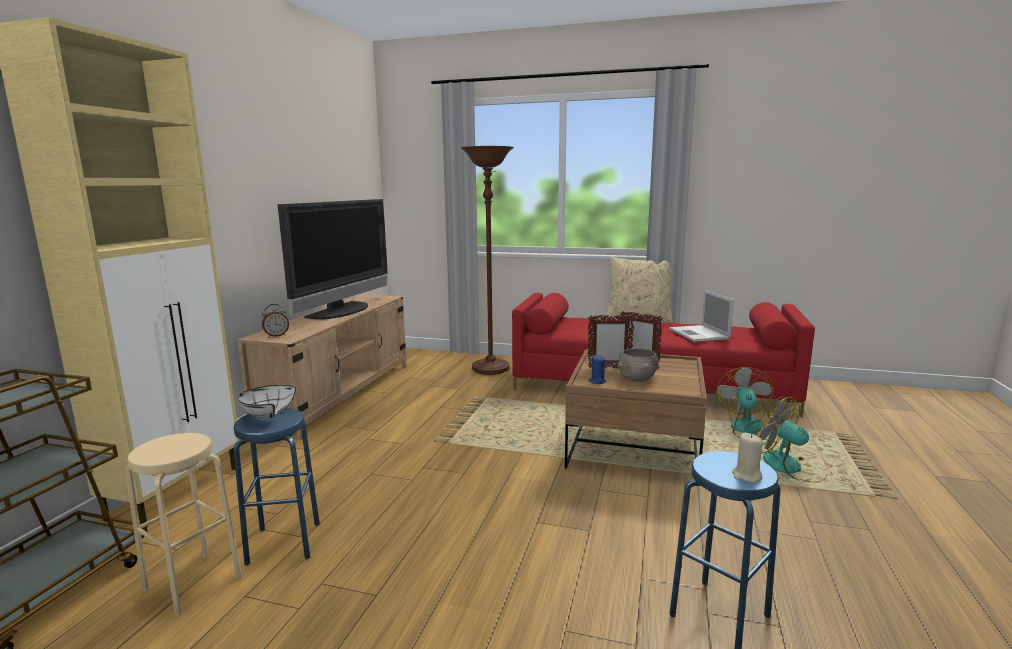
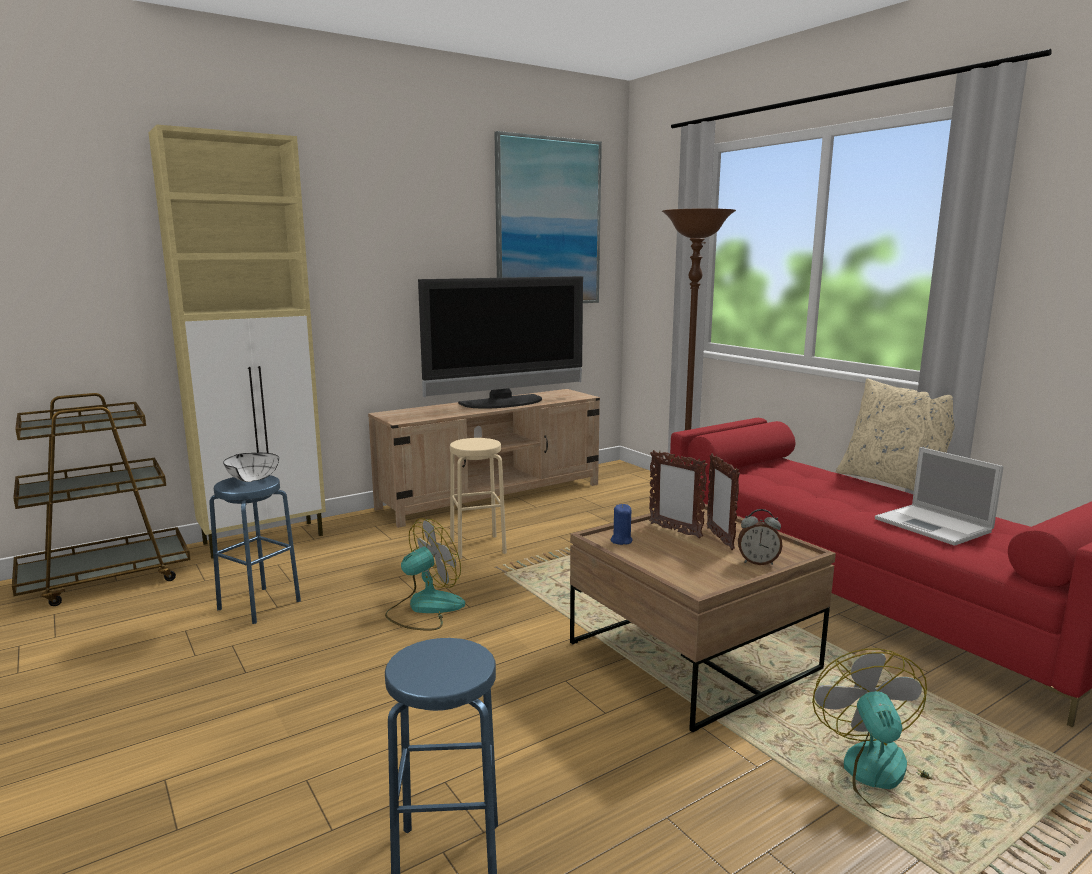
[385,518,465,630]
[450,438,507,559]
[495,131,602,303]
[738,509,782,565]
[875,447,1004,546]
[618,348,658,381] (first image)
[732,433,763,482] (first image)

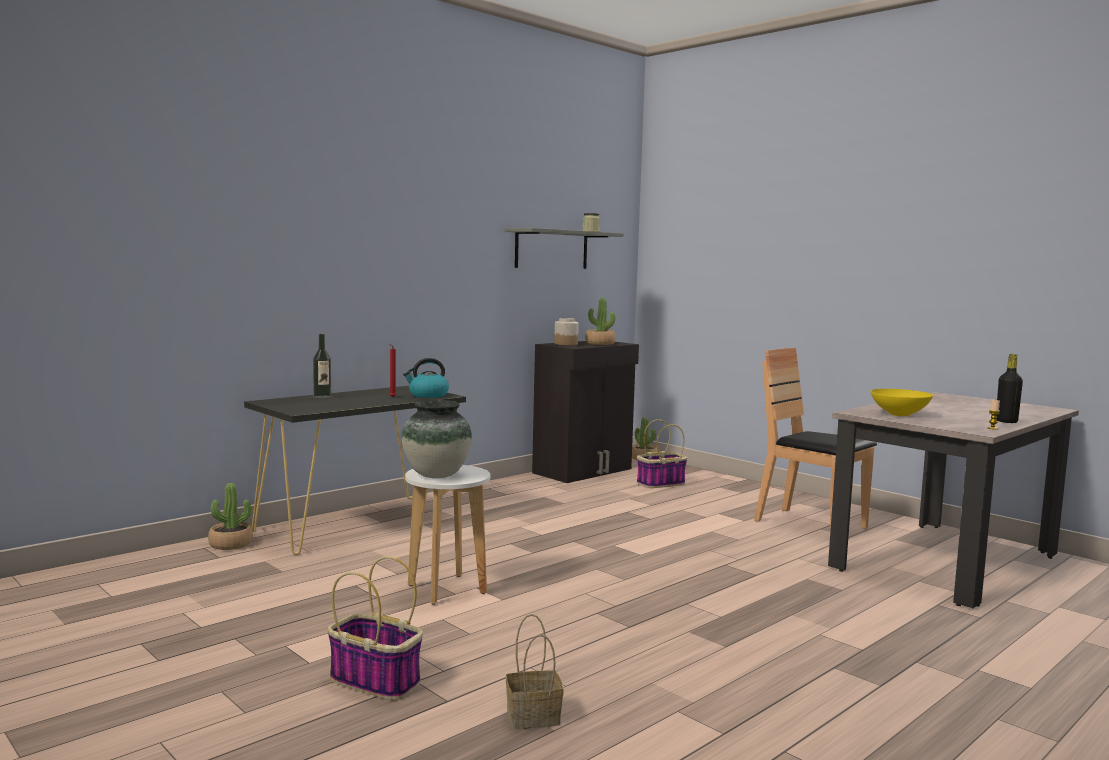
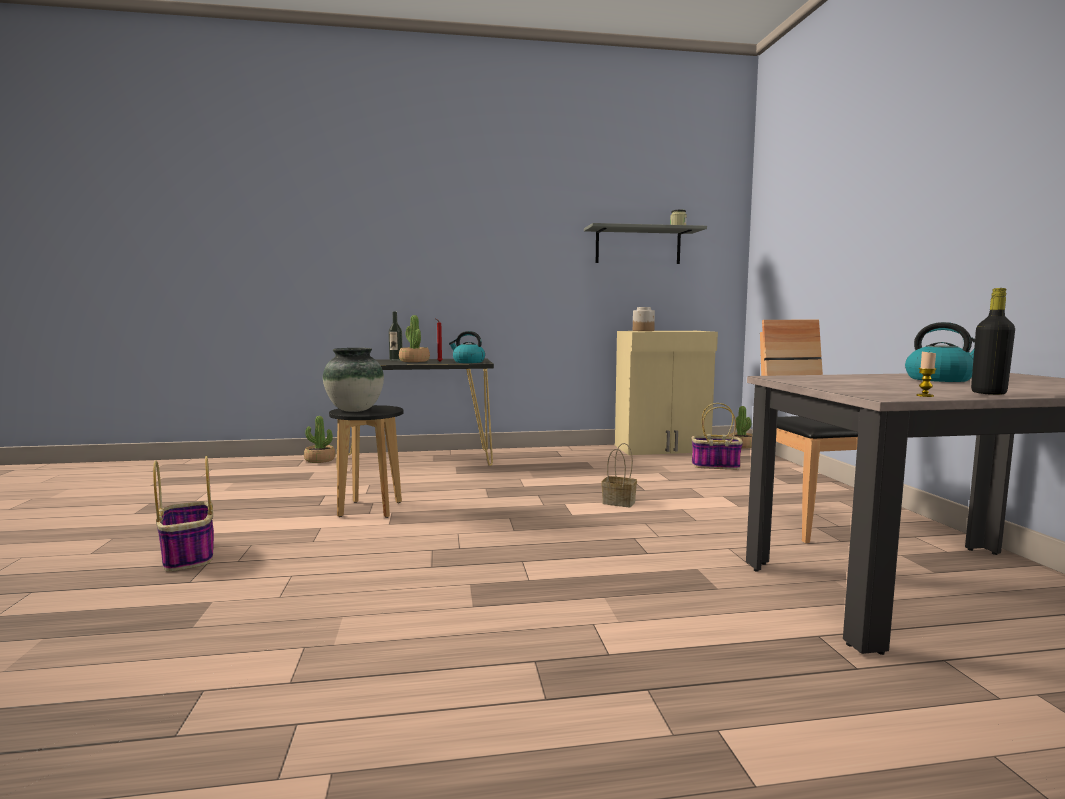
[329,405,404,518]
[399,315,430,362]
[601,443,637,507]
[615,331,718,455]
[905,322,975,382]
[870,389,933,416] (first image)

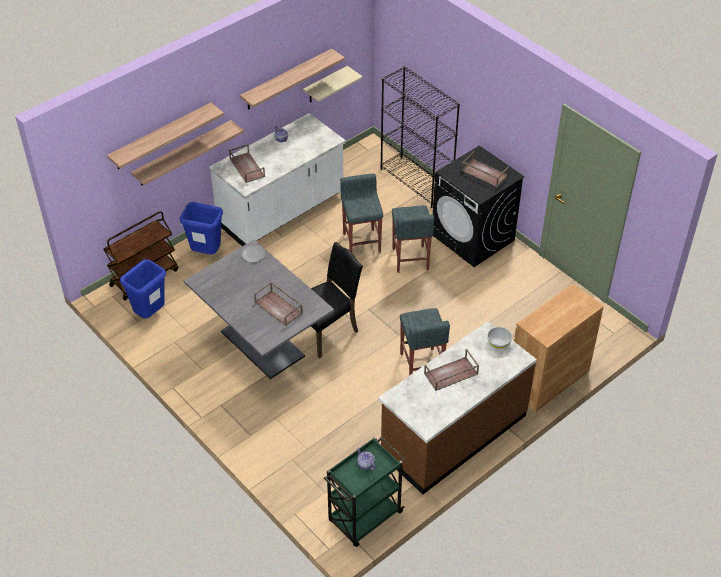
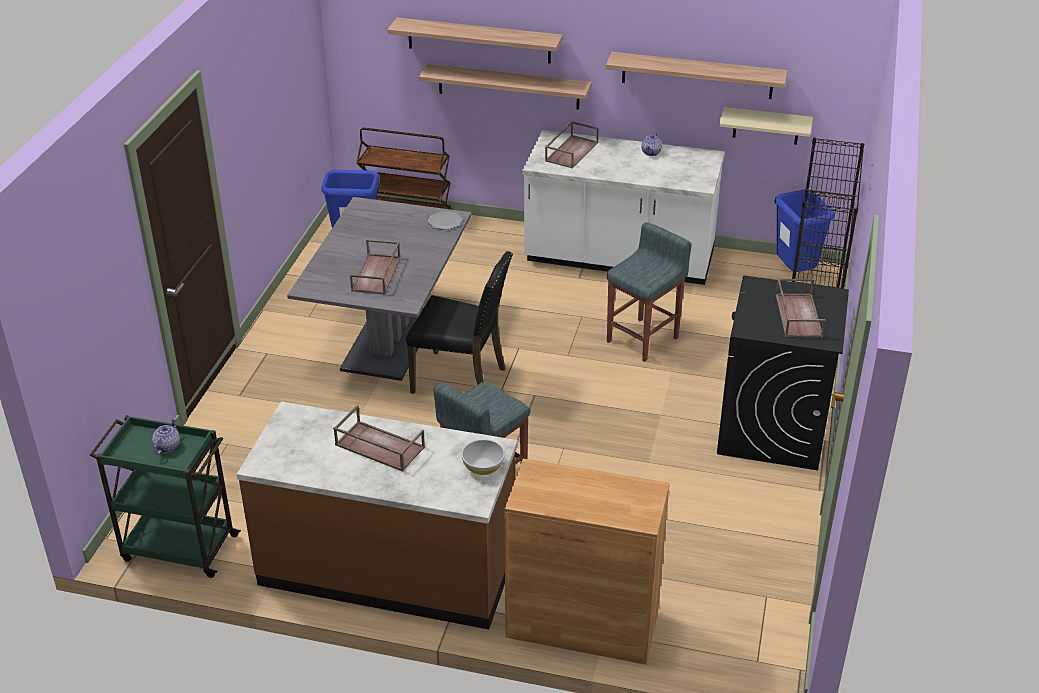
[774,189,835,272]
[392,206,434,273] (first image)

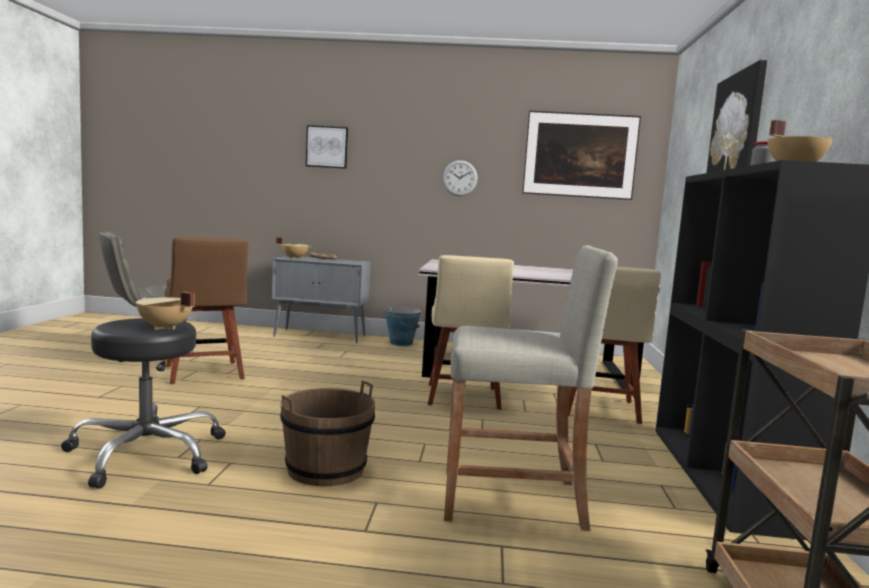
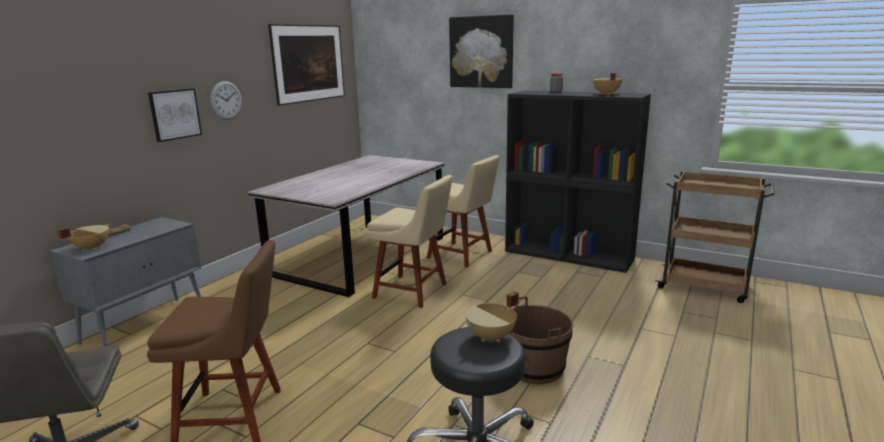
[148,89,202,142]
[385,307,421,346] (first image)
[444,245,617,531] (first image)

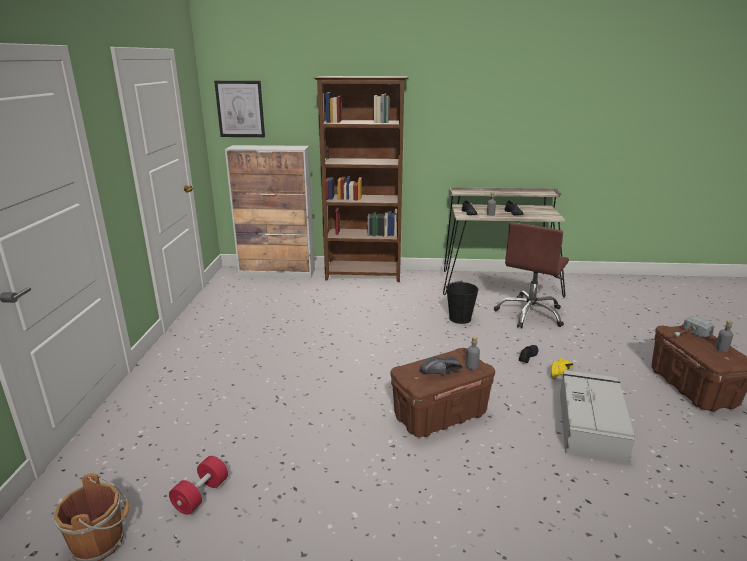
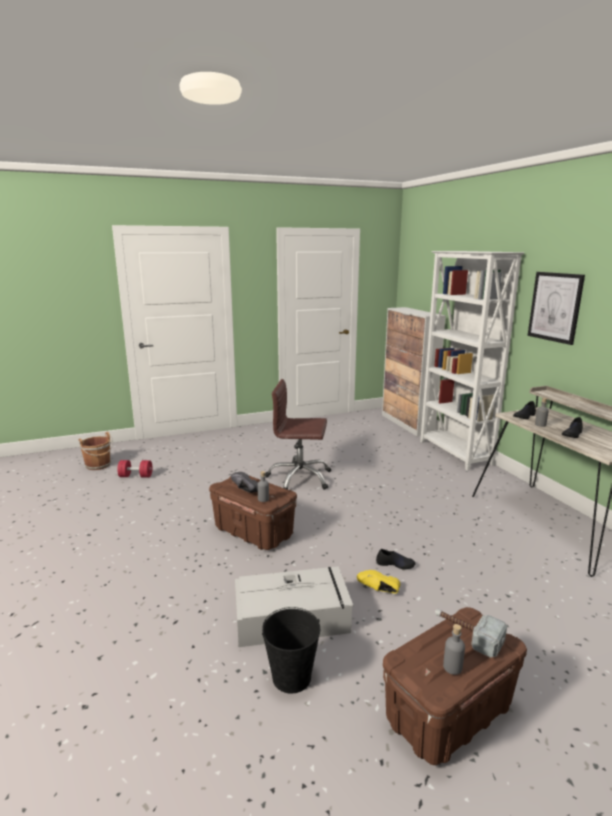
[262,607,320,694]
[265,379,331,490]
[420,251,525,471]
[528,272,585,345]

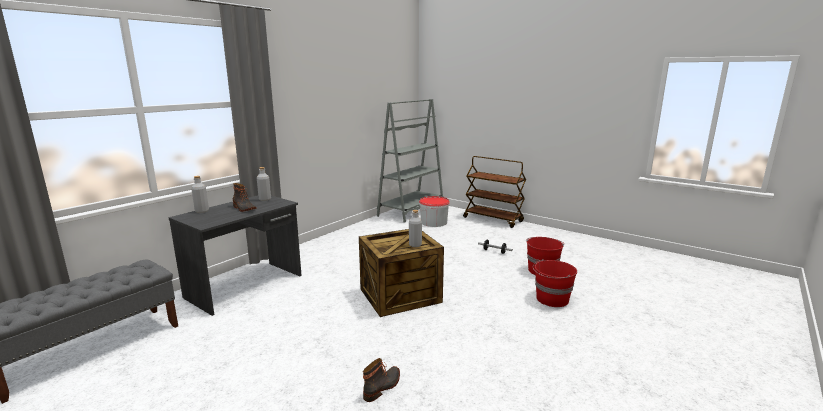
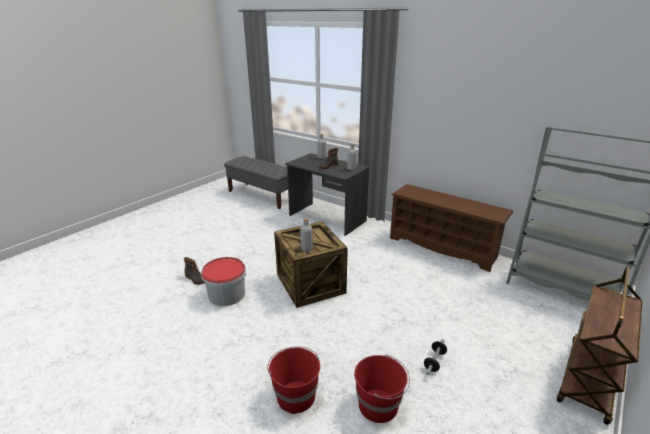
[201,257,246,306]
[390,184,513,272]

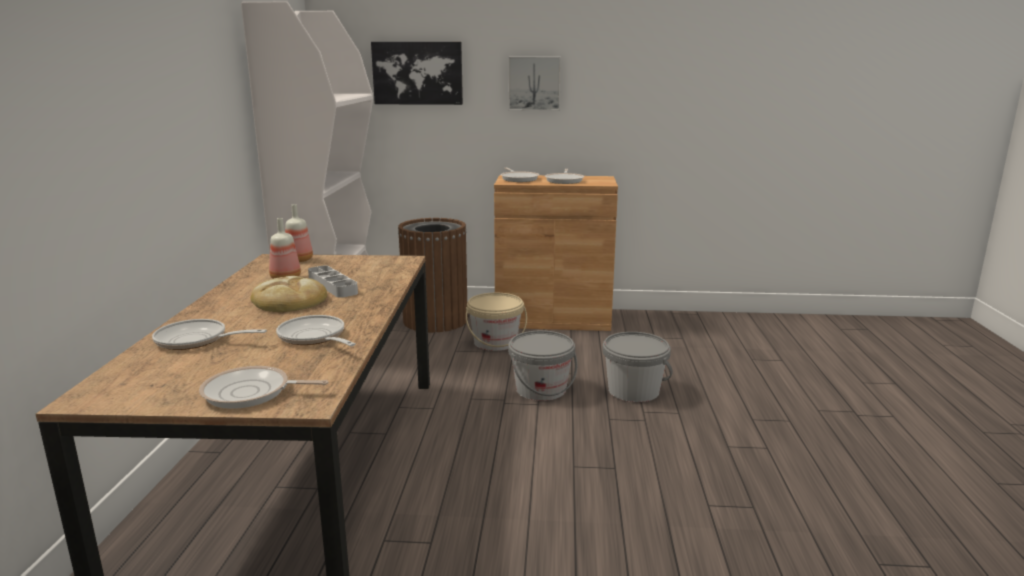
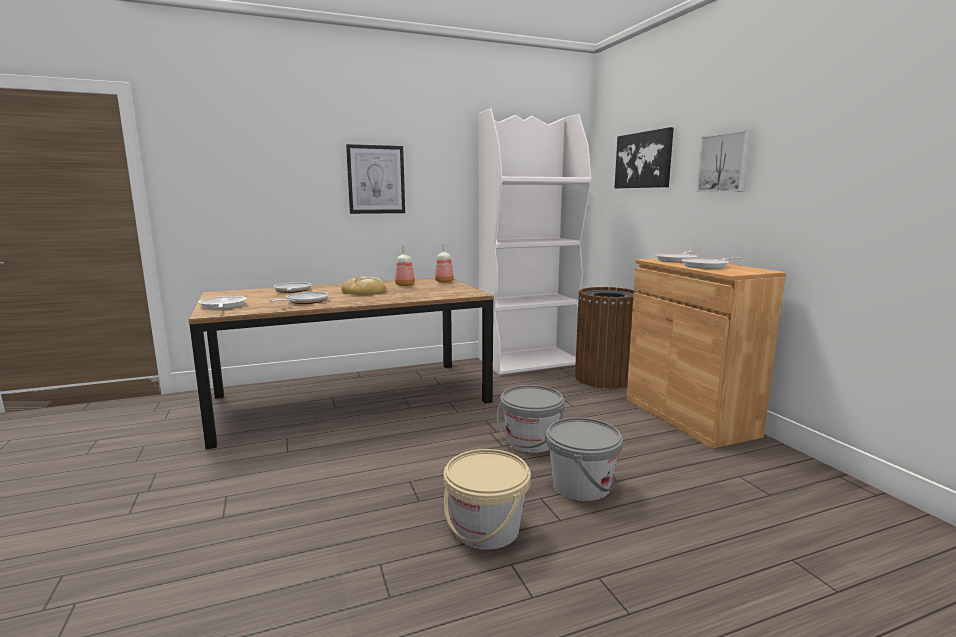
[346,144,405,214]
[444,449,531,550]
[308,266,358,298] (first image)

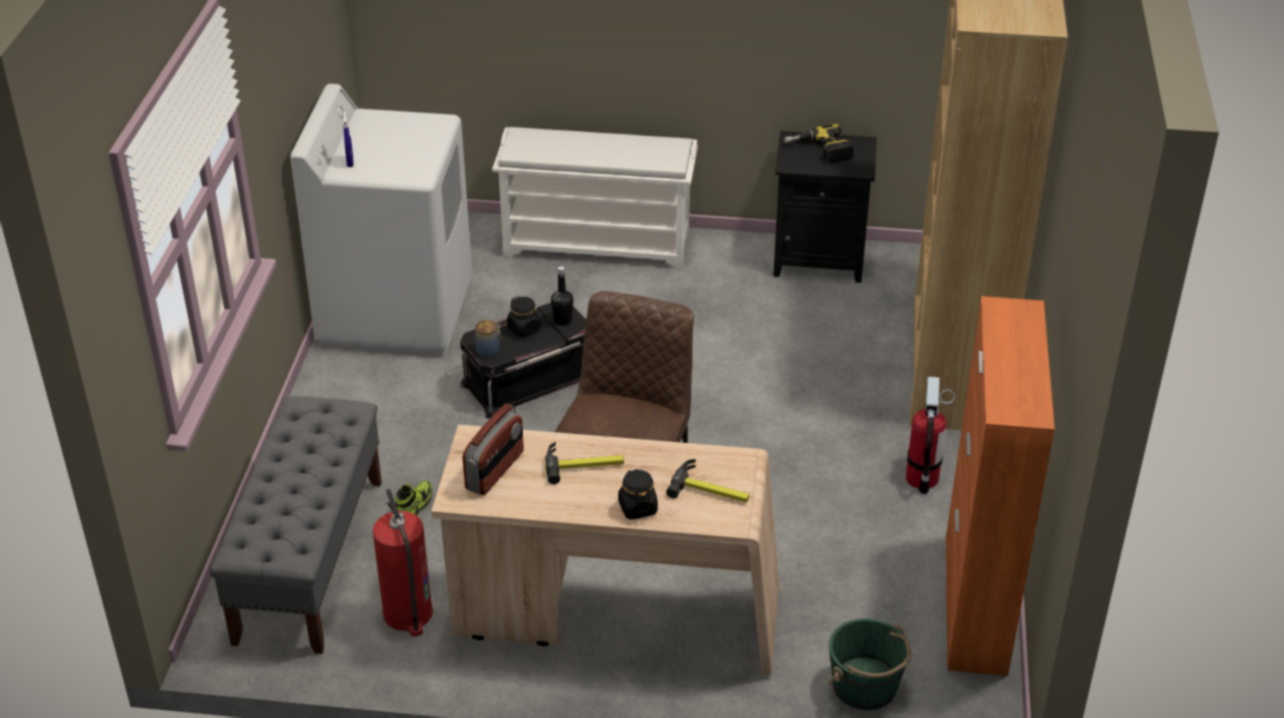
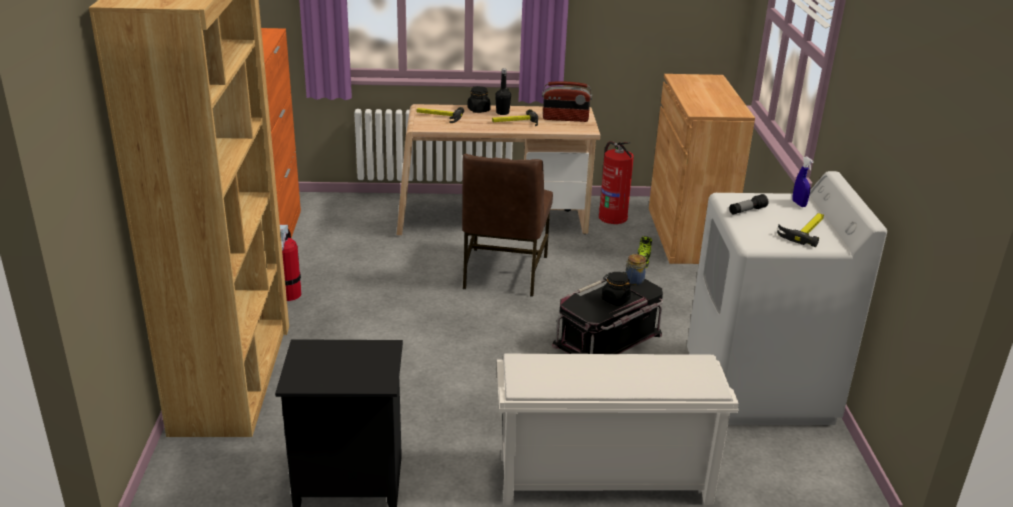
[495,68,511,115]
[542,81,592,122]
[649,74,755,264]
[729,194,768,215]
[777,213,824,247]
[784,123,854,164] (first image)
[828,618,911,710] (first image)

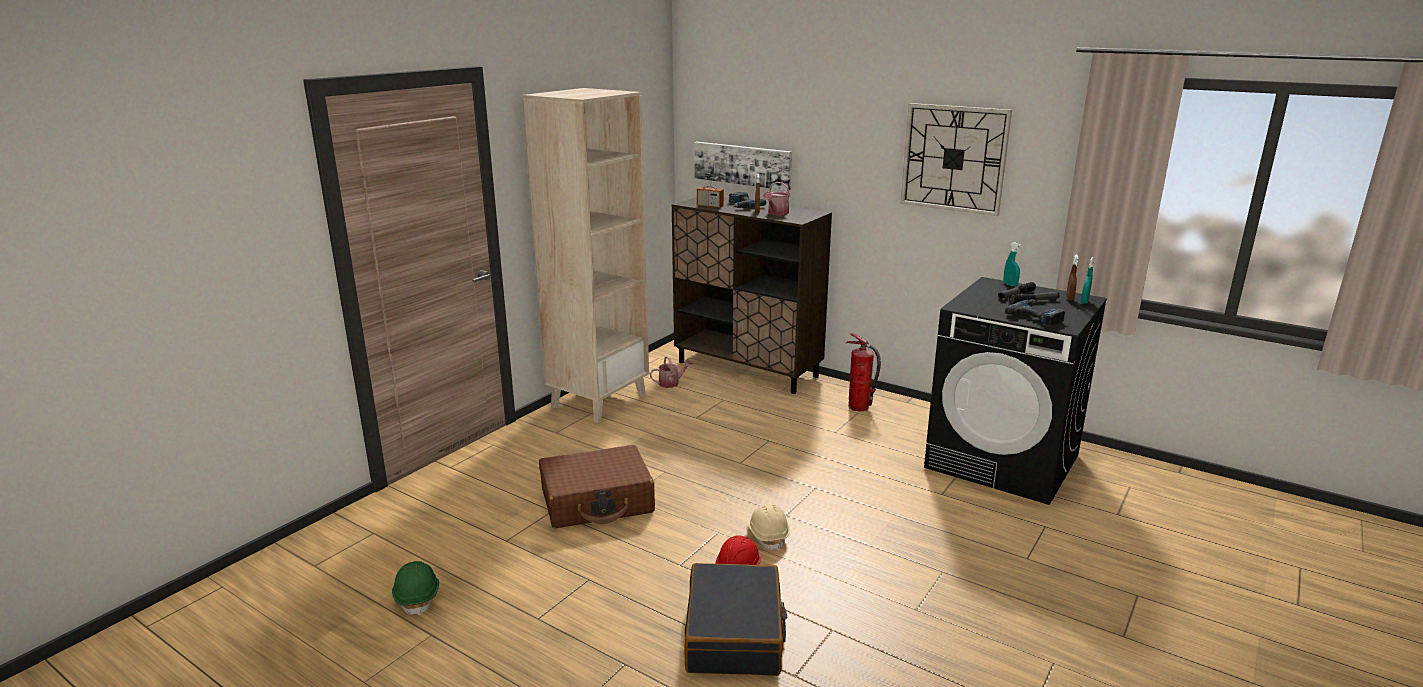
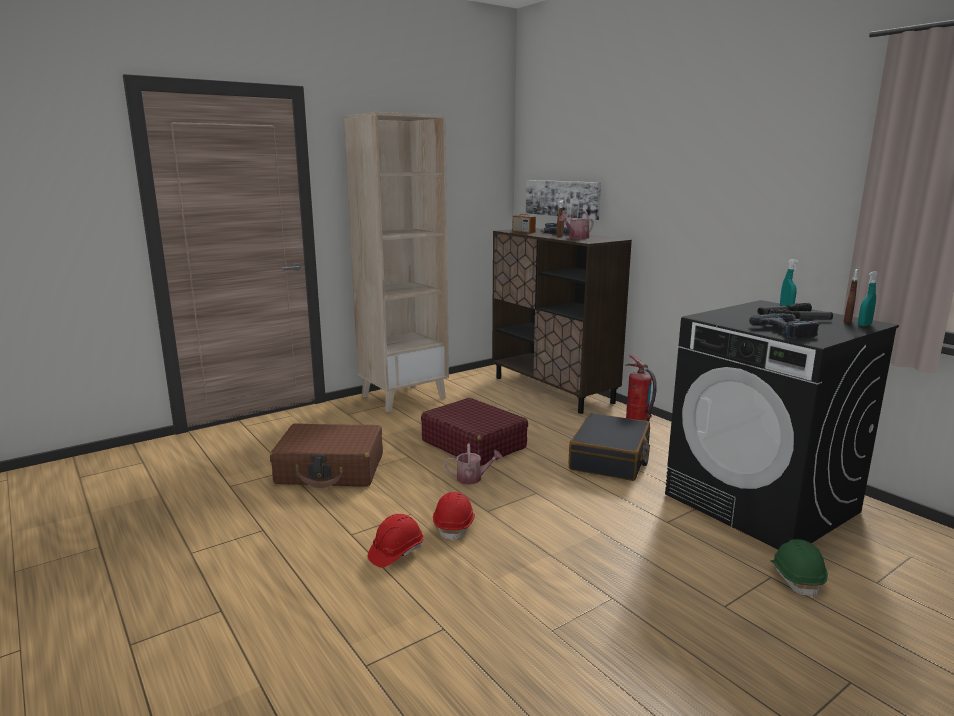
[421,398,528,466]
[433,492,475,541]
[444,444,503,485]
[569,413,650,481]
[770,539,828,598]
[900,103,1012,216] (first image)

